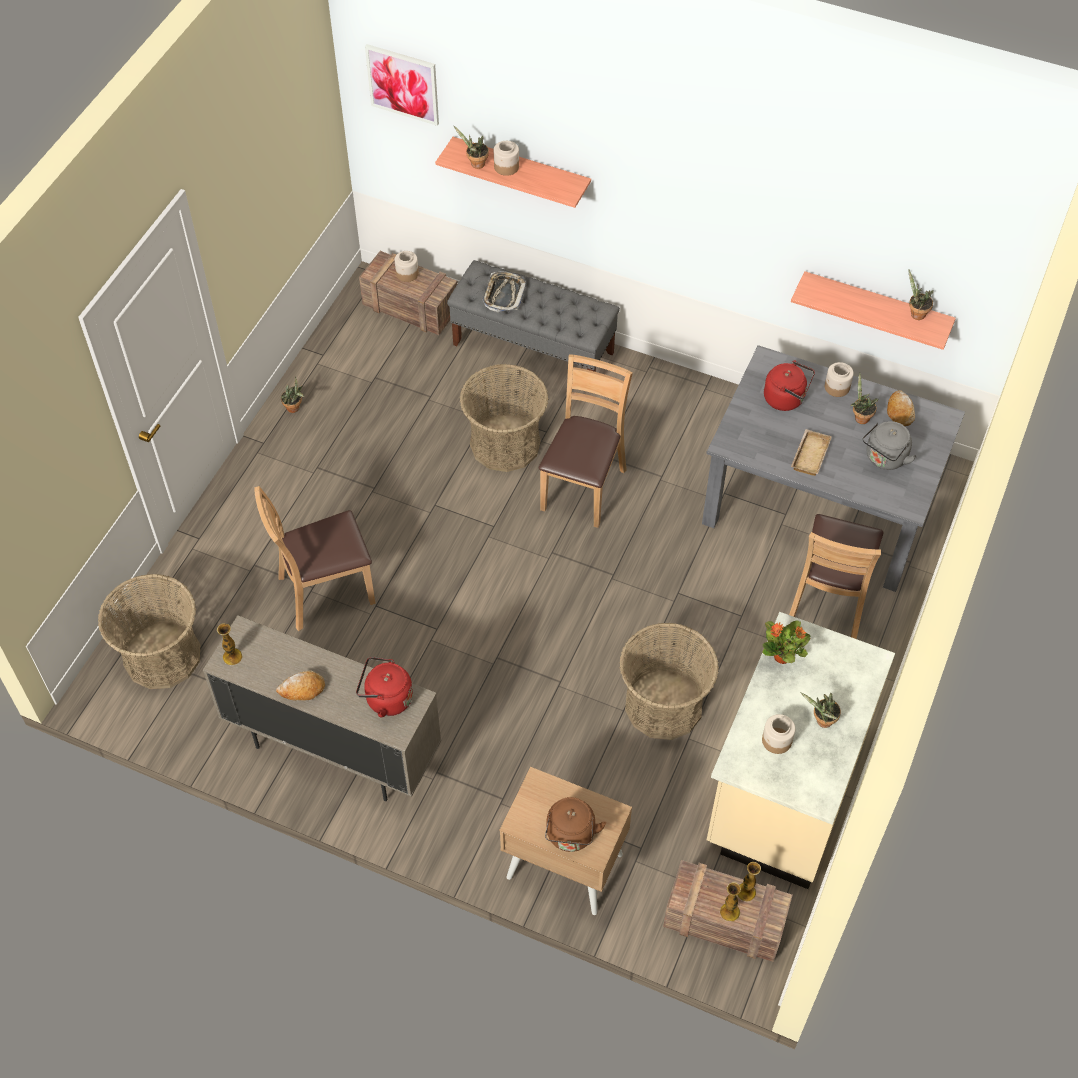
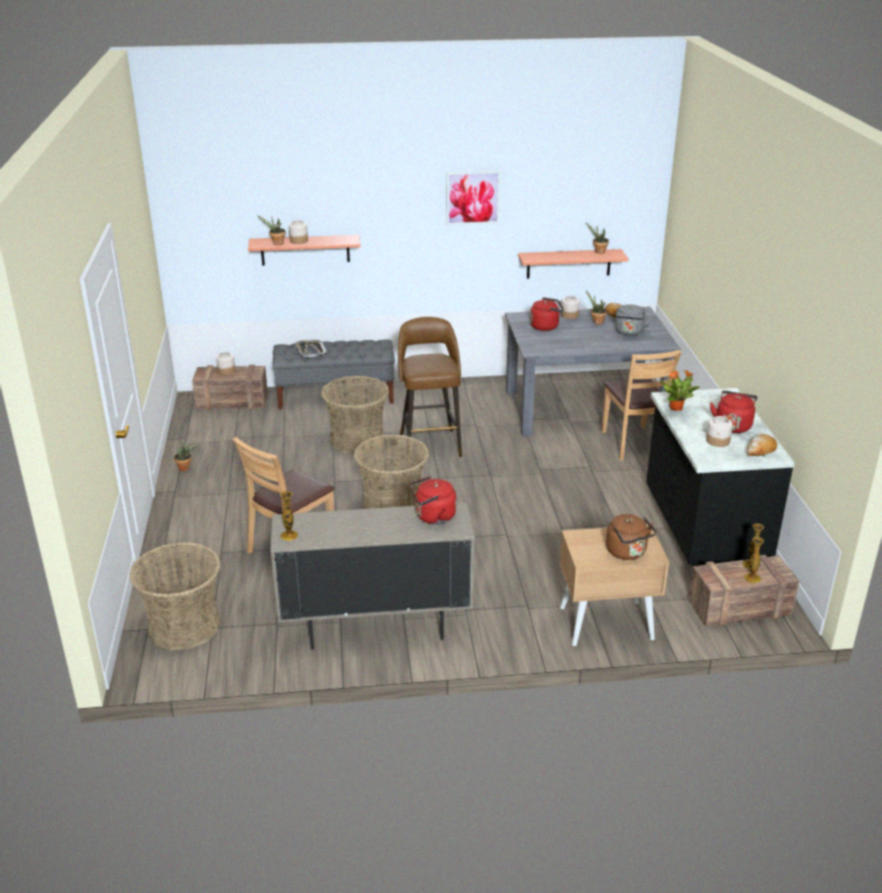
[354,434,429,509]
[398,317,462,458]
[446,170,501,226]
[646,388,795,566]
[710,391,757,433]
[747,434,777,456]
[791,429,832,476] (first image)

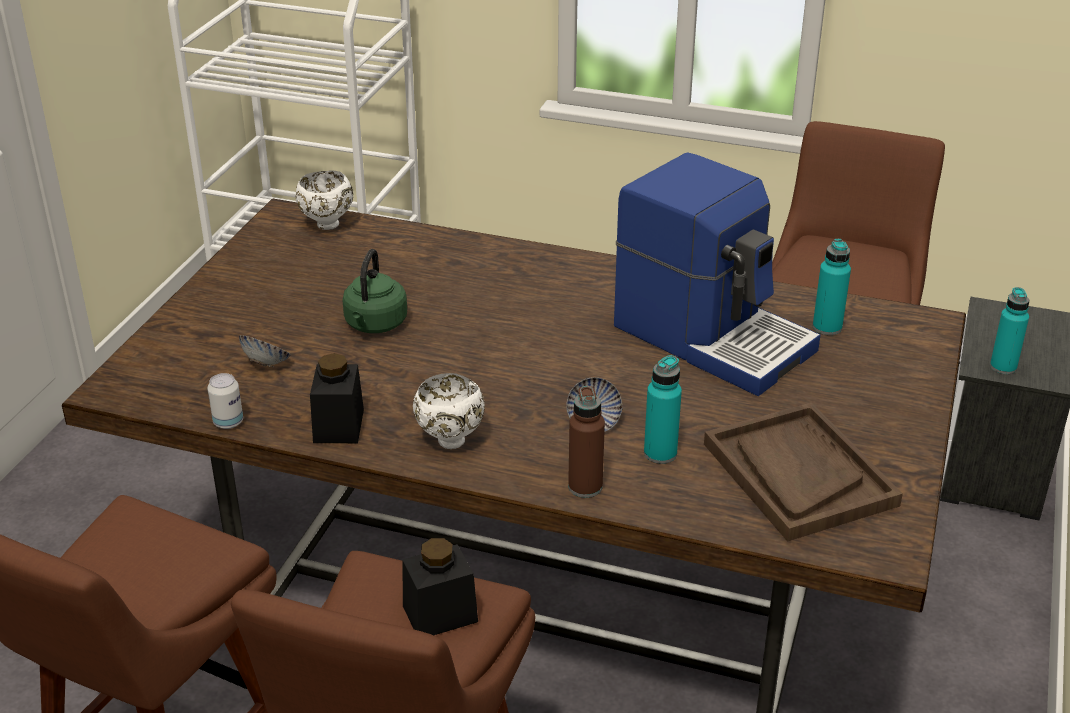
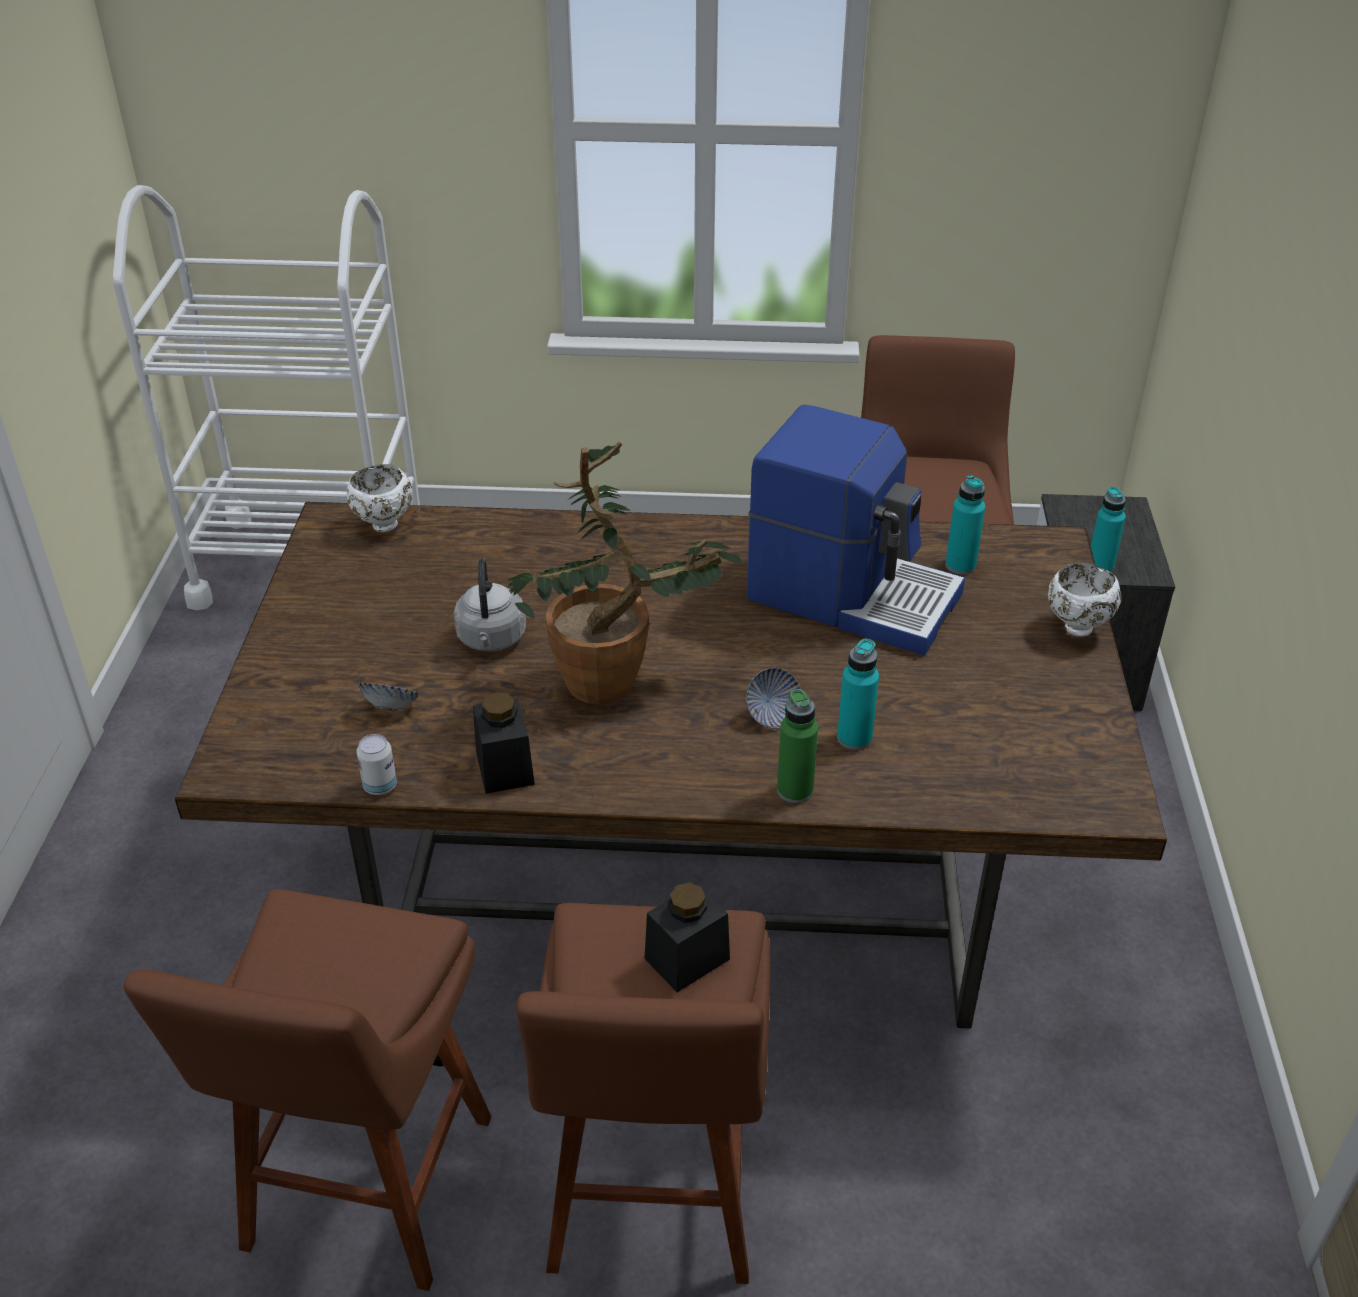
[454,558,526,652]
[507,442,743,705]
[777,689,818,803]
[1048,562,1121,637]
[704,403,903,542] (first image)

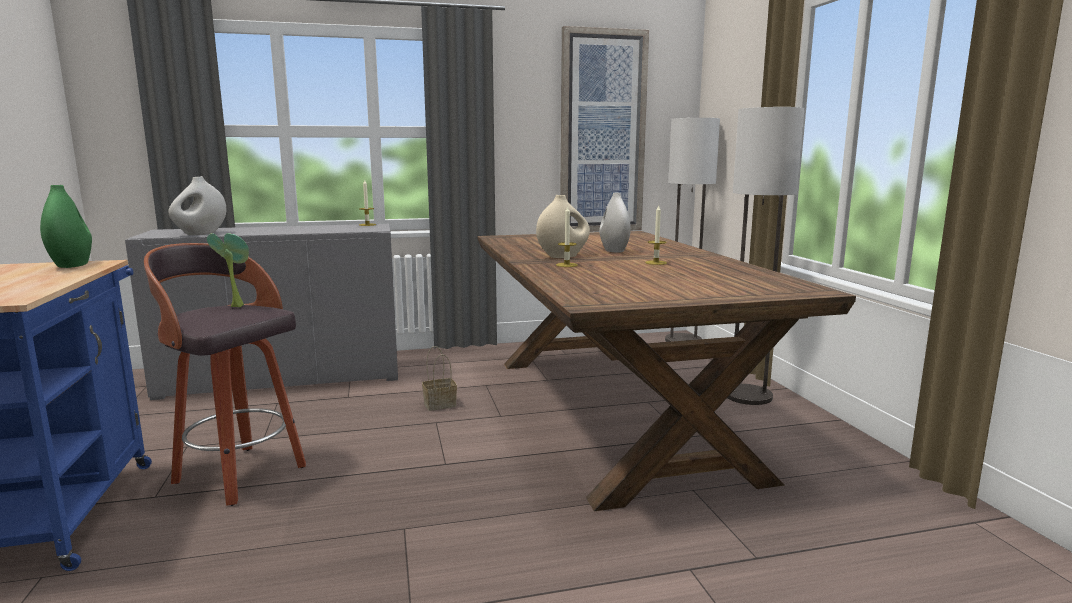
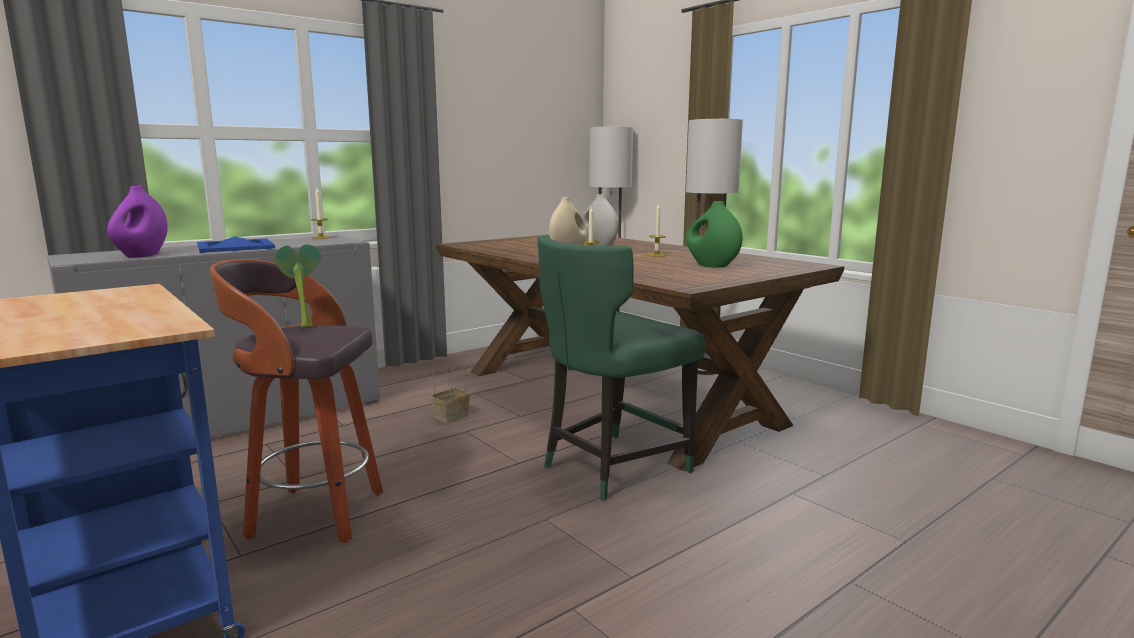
[107,185,168,258]
[197,236,275,253]
[537,235,706,501]
[686,201,742,268]
[560,26,649,232] (first image)

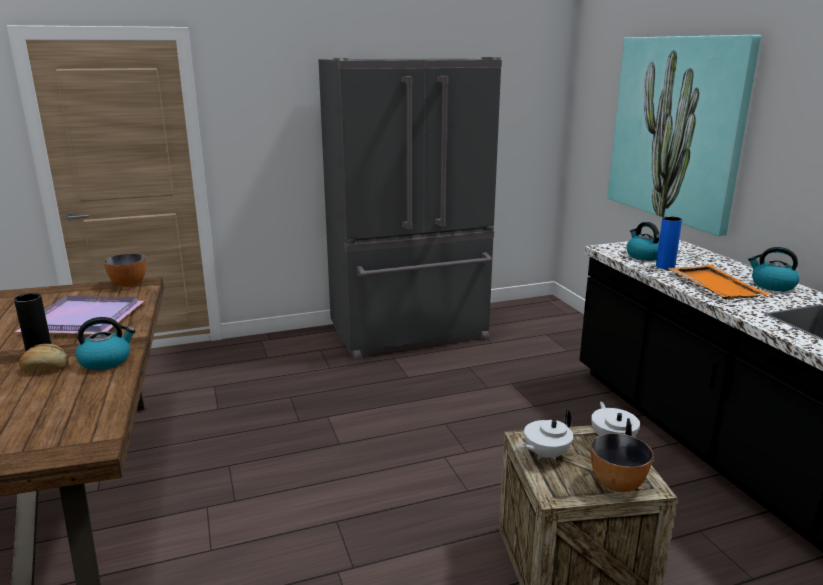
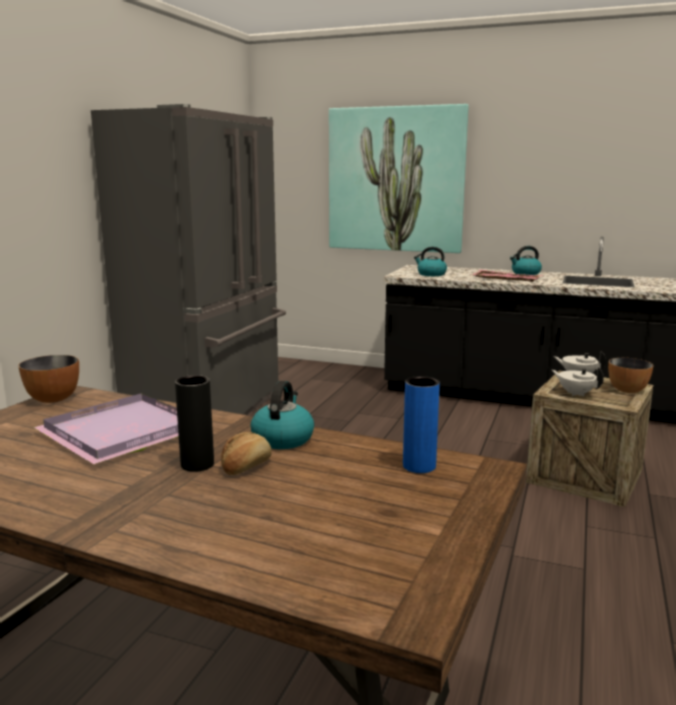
[403,376,440,473]
[470,270,543,282]
[552,367,604,396]

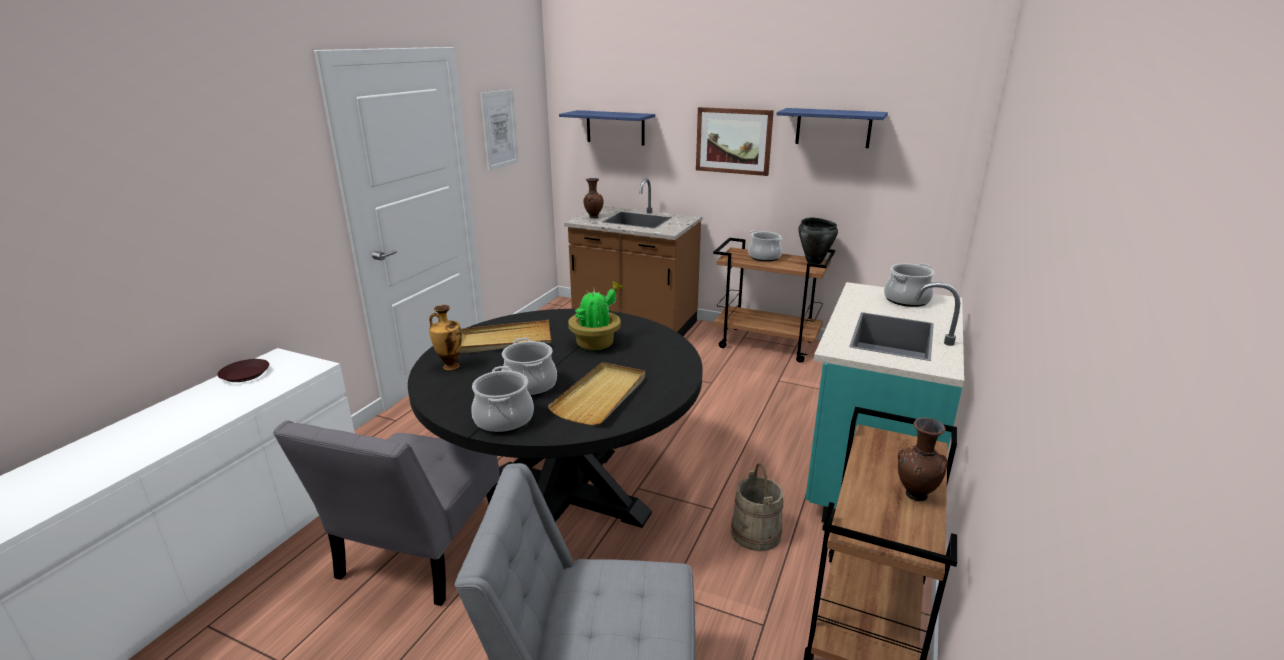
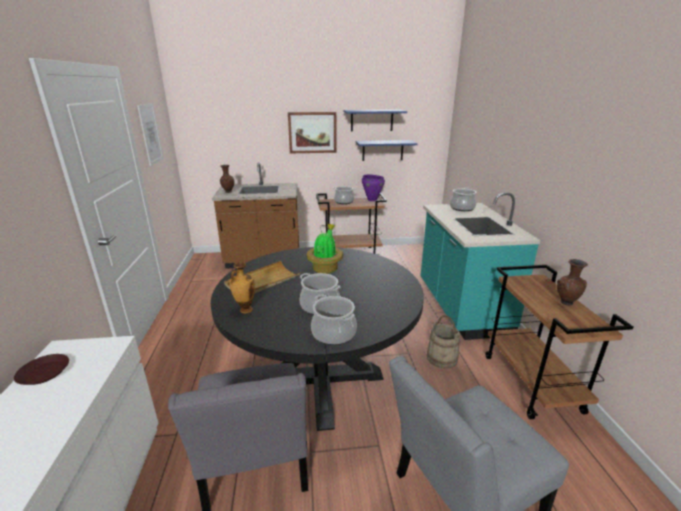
[356,140,418,161]
[362,174,385,201]
[548,362,645,425] (first image)

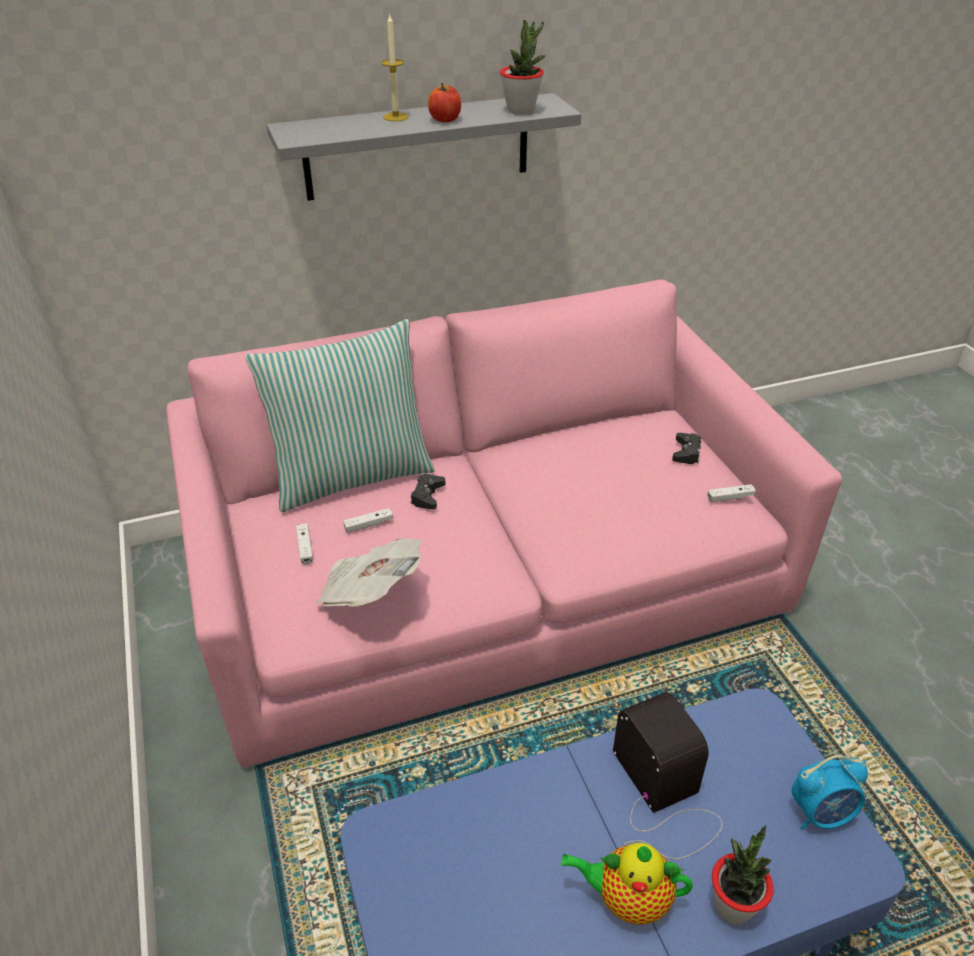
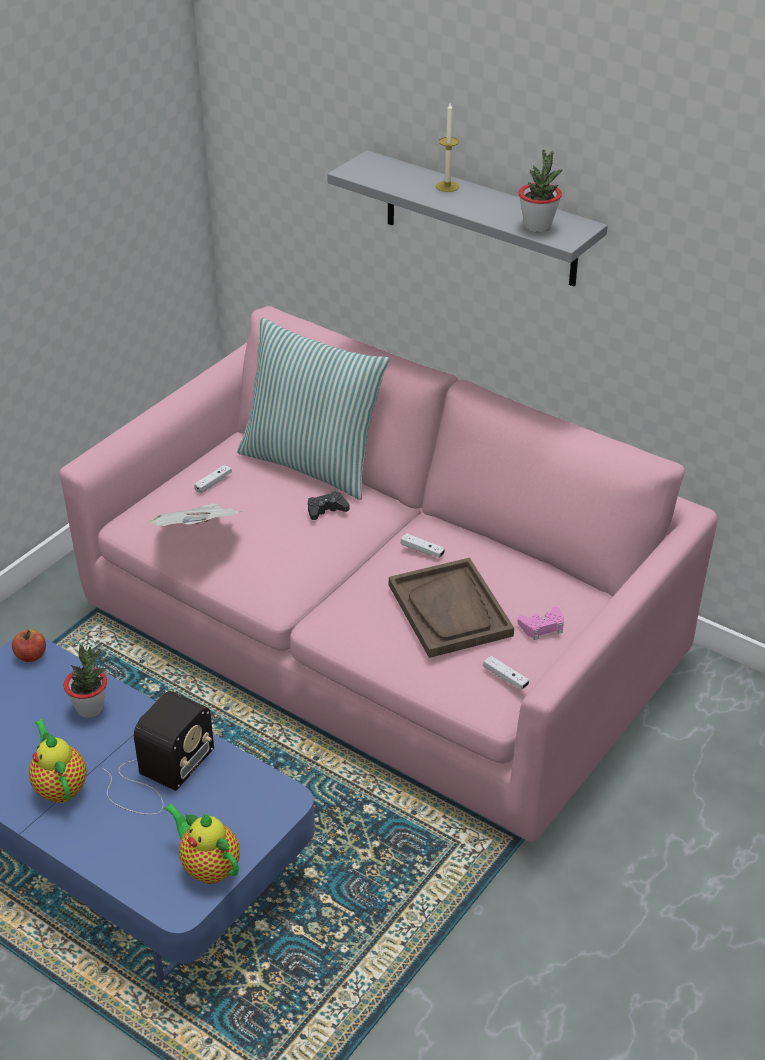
[12,630,46,662]
[64,644,107,718]
[164,803,240,884]
[389,558,514,658]
[401,533,445,558]
[517,607,564,640]

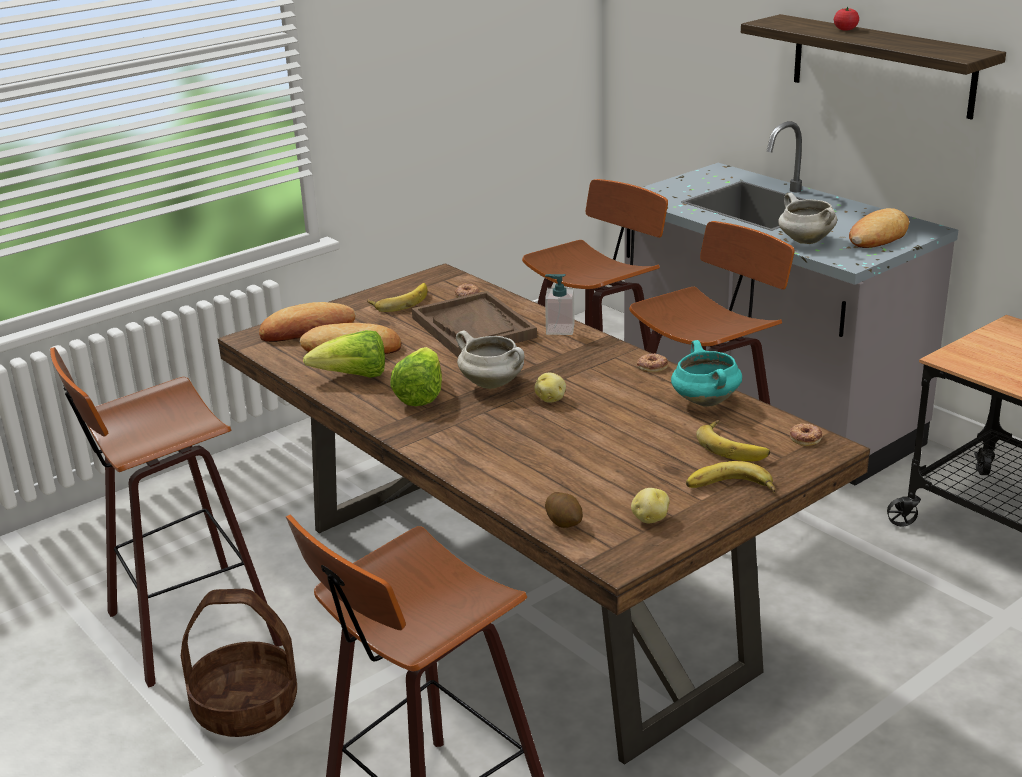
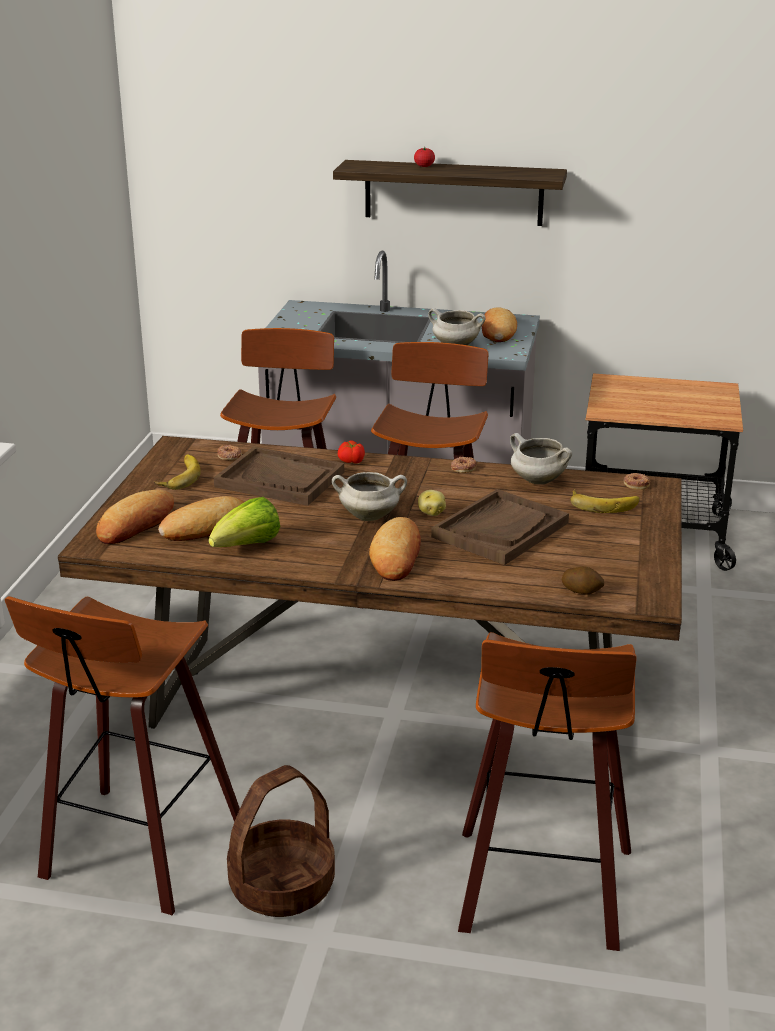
[338,440,365,464]
[369,517,421,581]
[431,489,569,565]
[510,433,572,484]
[390,347,442,406] (first image)
[631,488,669,523] (first image)
[686,461,775,493] (first image)

